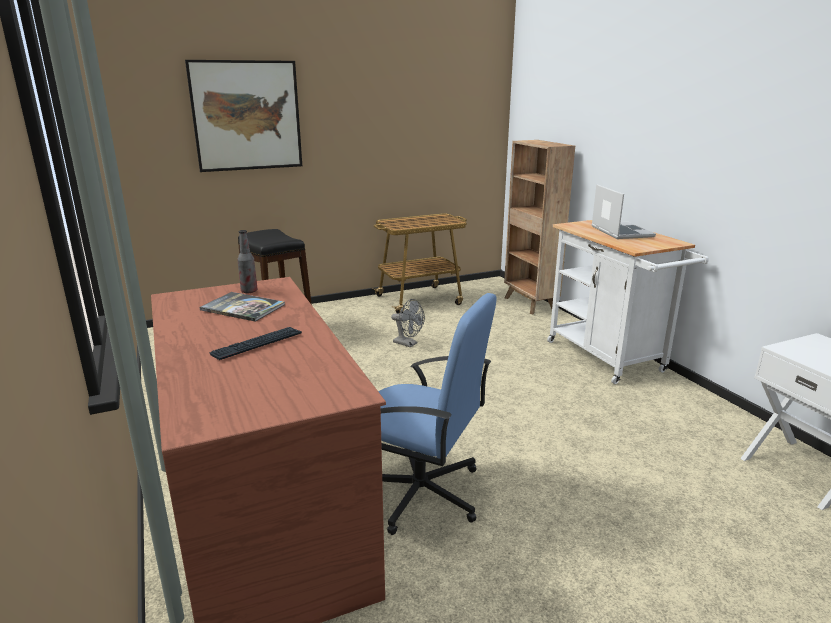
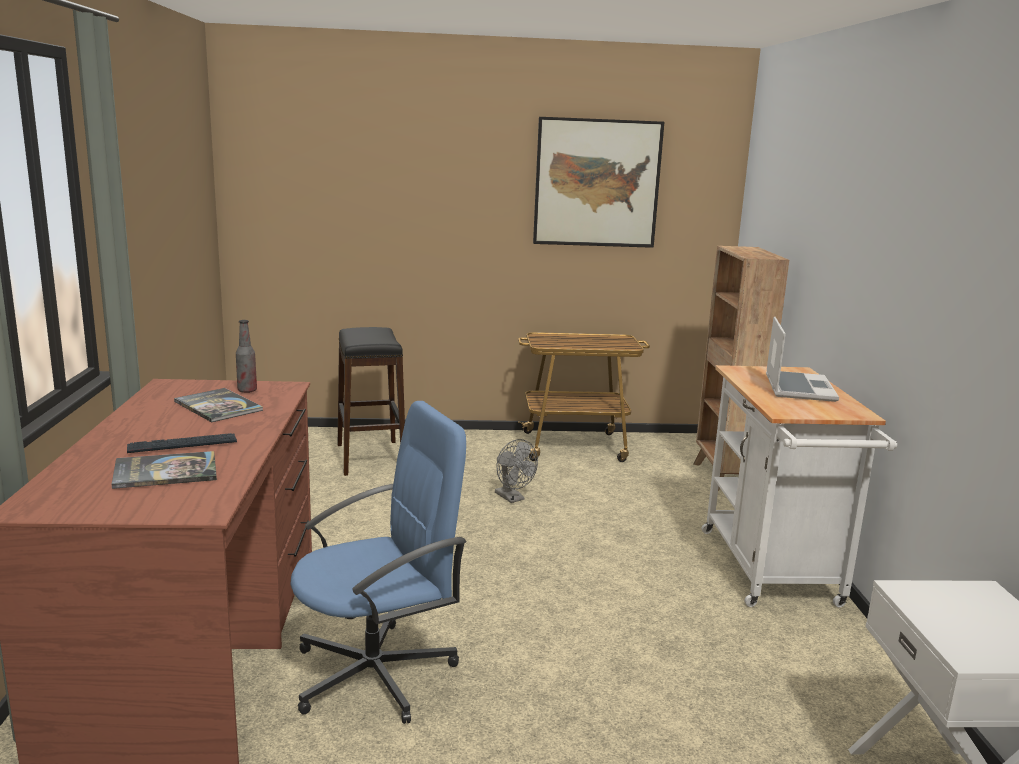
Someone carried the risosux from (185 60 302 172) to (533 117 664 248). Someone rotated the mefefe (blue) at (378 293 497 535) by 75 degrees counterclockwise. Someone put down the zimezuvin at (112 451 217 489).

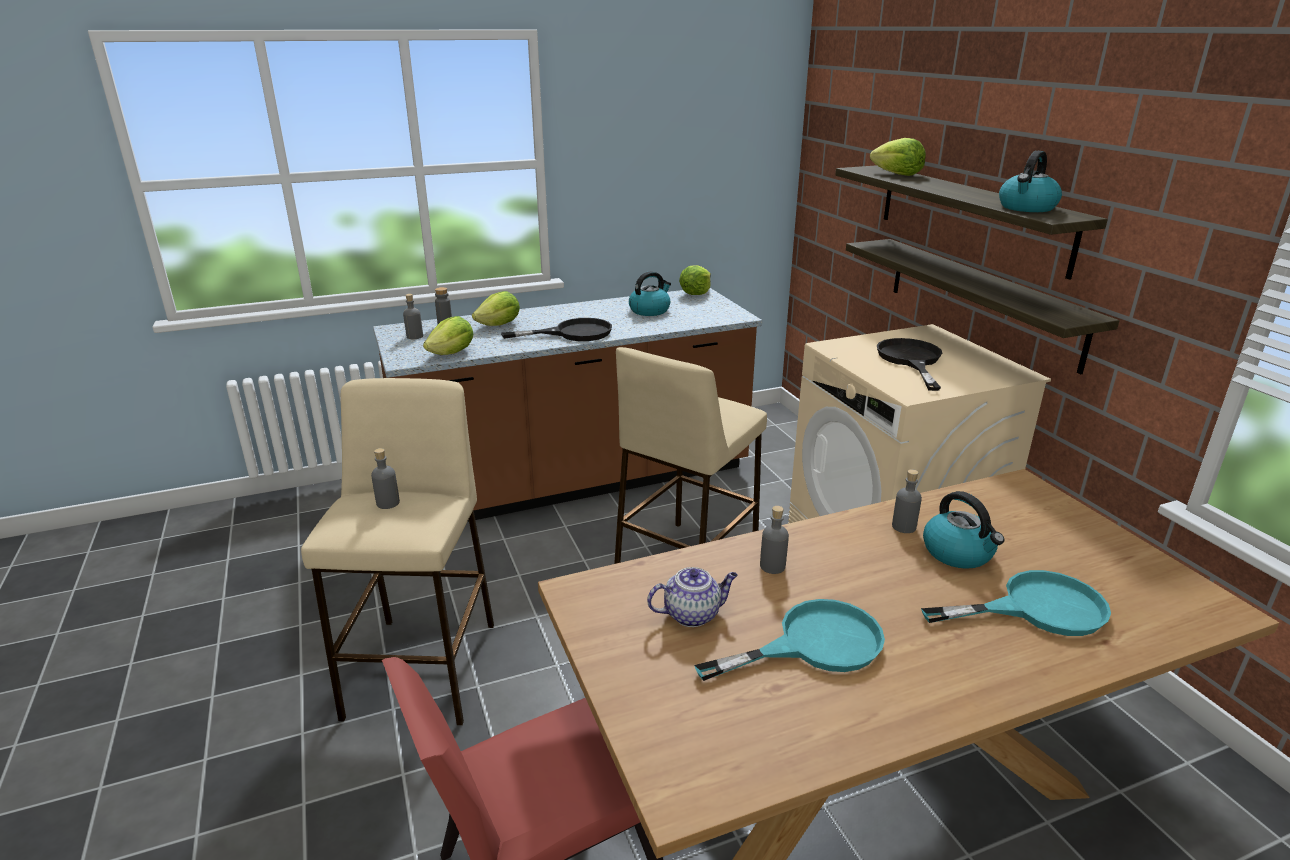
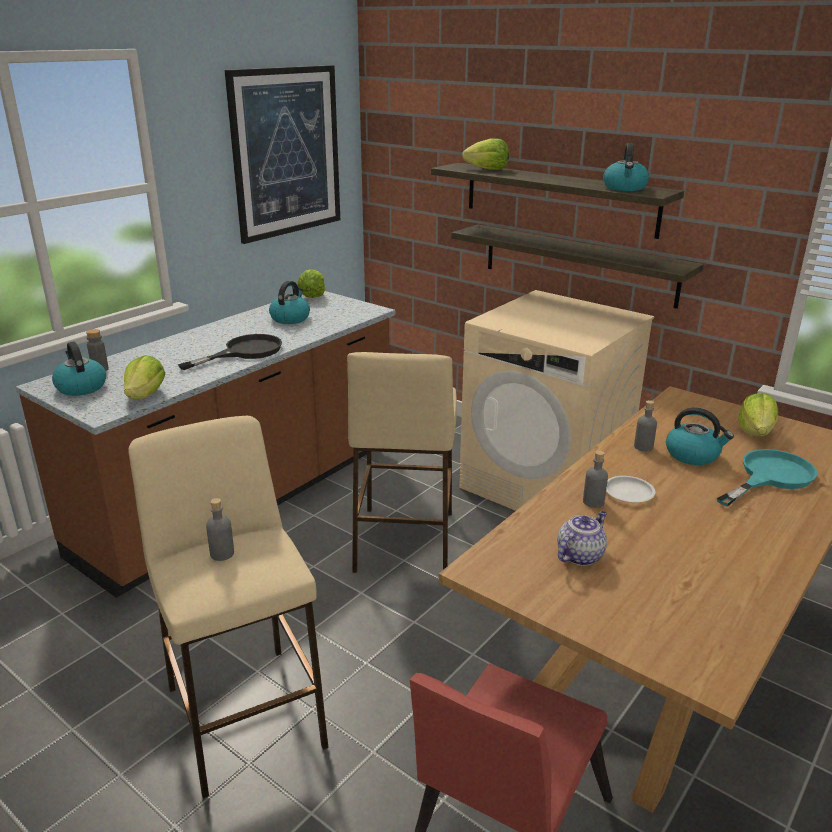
Someone carried the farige from (472 291 520 326) to (738 393 778 437). Someone swapped the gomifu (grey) at (403 294 423 339) for the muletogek at (52 341 106 396). Someone took away the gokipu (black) at (877 338 942 391). Someone took away the gokipu (turquoise) at (694 599 885 681). Someone put up the risosux at (224 65 340 244). Someone put down the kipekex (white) at (606 476 656 503).

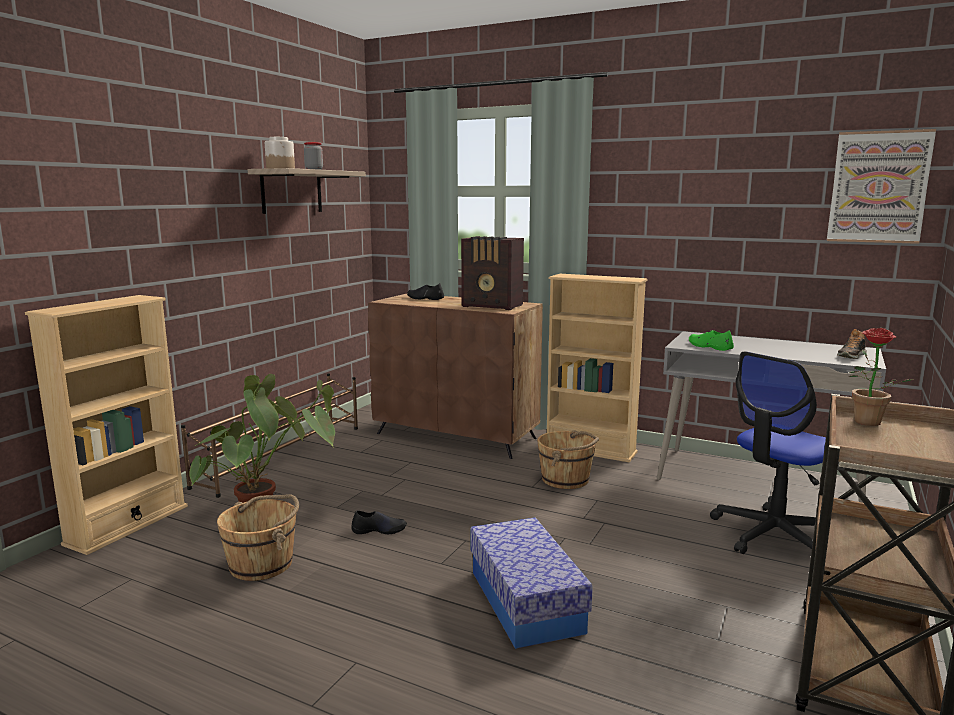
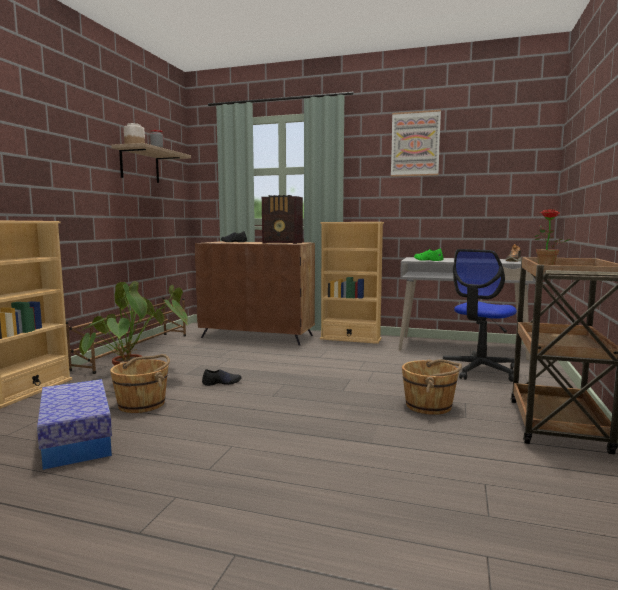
Someone carried the risosux from (827 129 936 244) to (391 110 441 177). Someone carried the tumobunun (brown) from (537 430 599 489) to (402 359 462 415). Someone carried the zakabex from (470 517 593 649) to (37 379 112 470).

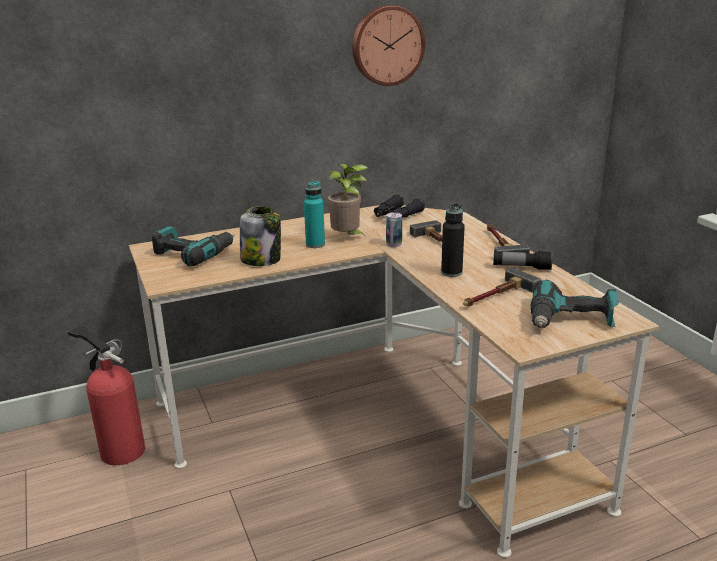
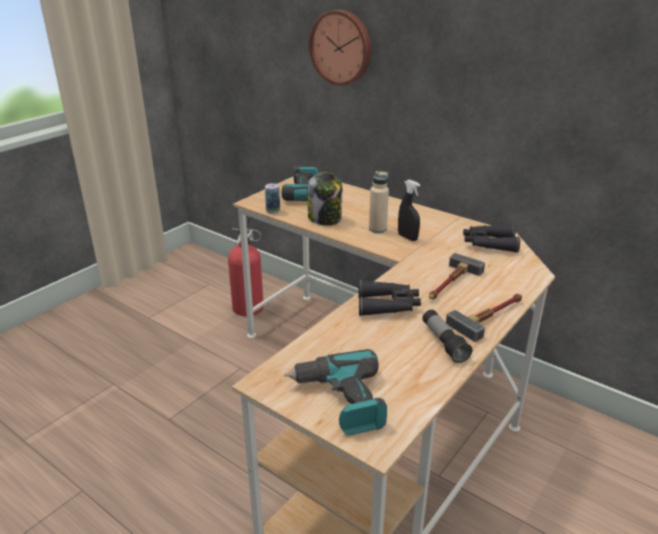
Someone carried the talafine from (352 5 425 86) to (309 10 371 86). Someone swapped the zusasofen at (328 164 368 237) for the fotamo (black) at (398 180 420 241). Someone repainted the gomifu (turquoise) at (304 181 325 248), which became the gomifu (beige) at (369 171 389 233). Someone swapped the gomifu (black) at (441 203 465 277) for the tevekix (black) at (358 280 421 316). Someone carried the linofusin from (386 212 402 247) to (265 183 280 214). Someone took away the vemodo at (463 268 541 307).

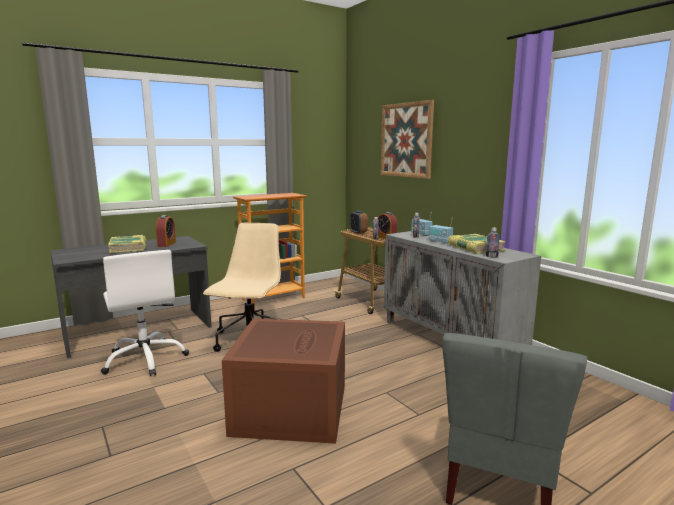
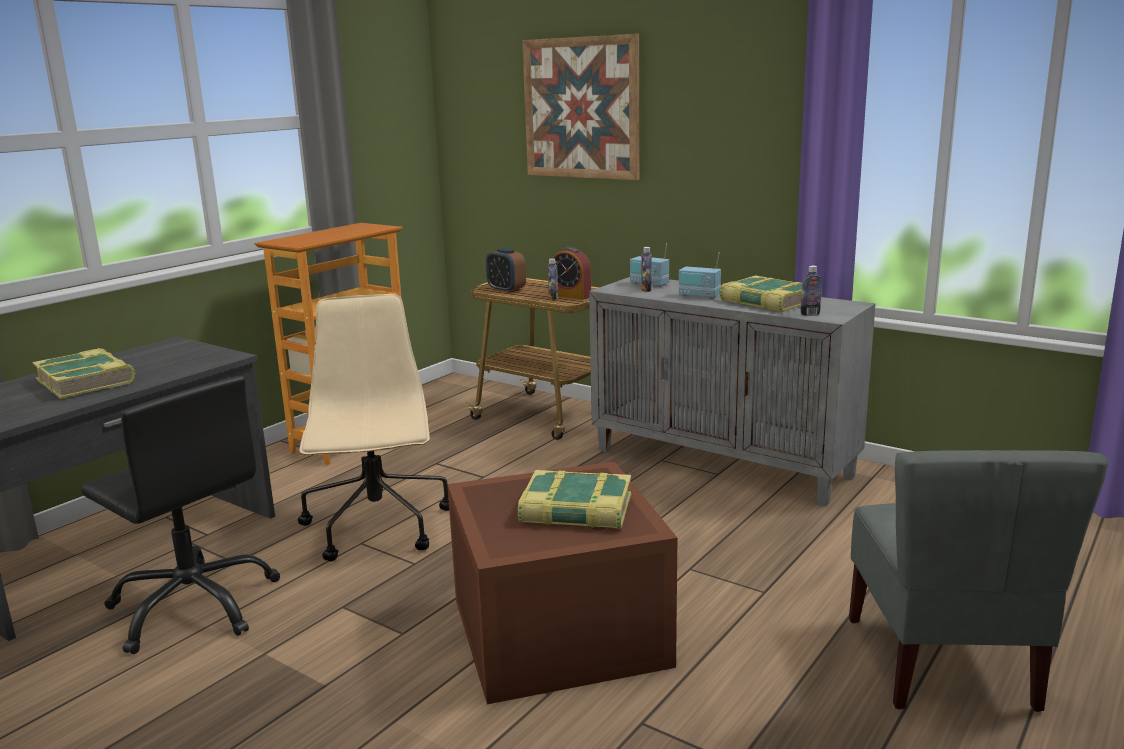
Someone took away the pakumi at (156 215 176 247). Someone repainted the mefefe (white) at (101 250 189 376), which became the mefefe (black) at (81 376 280 654). Someone put down the zimezuvin at (518 470 631 529).

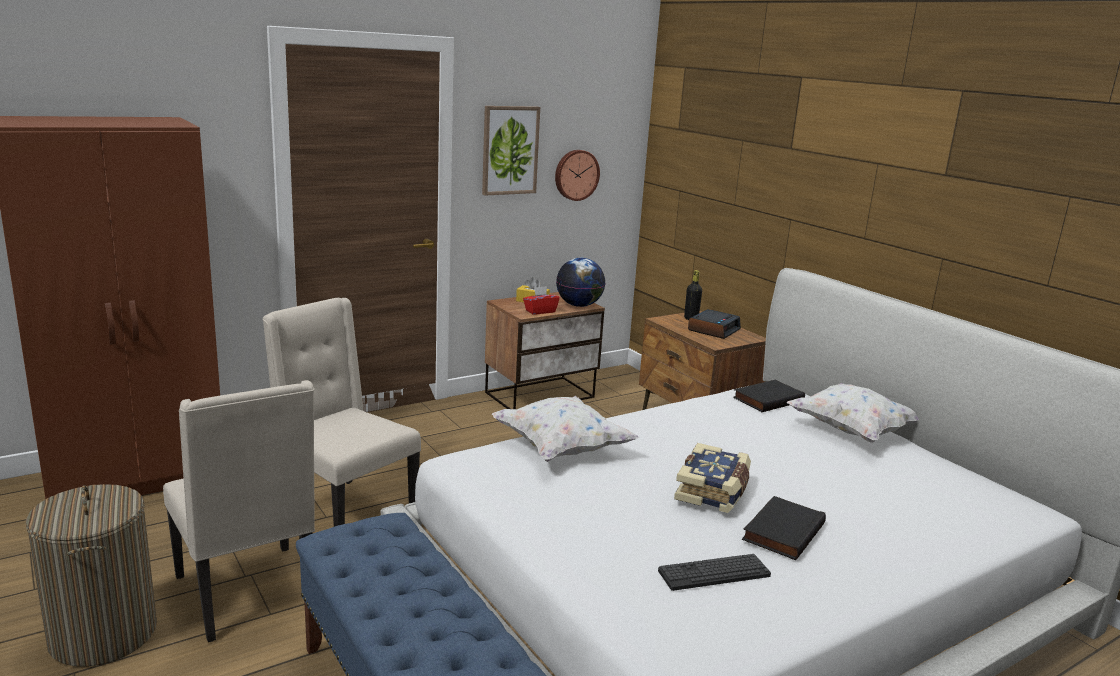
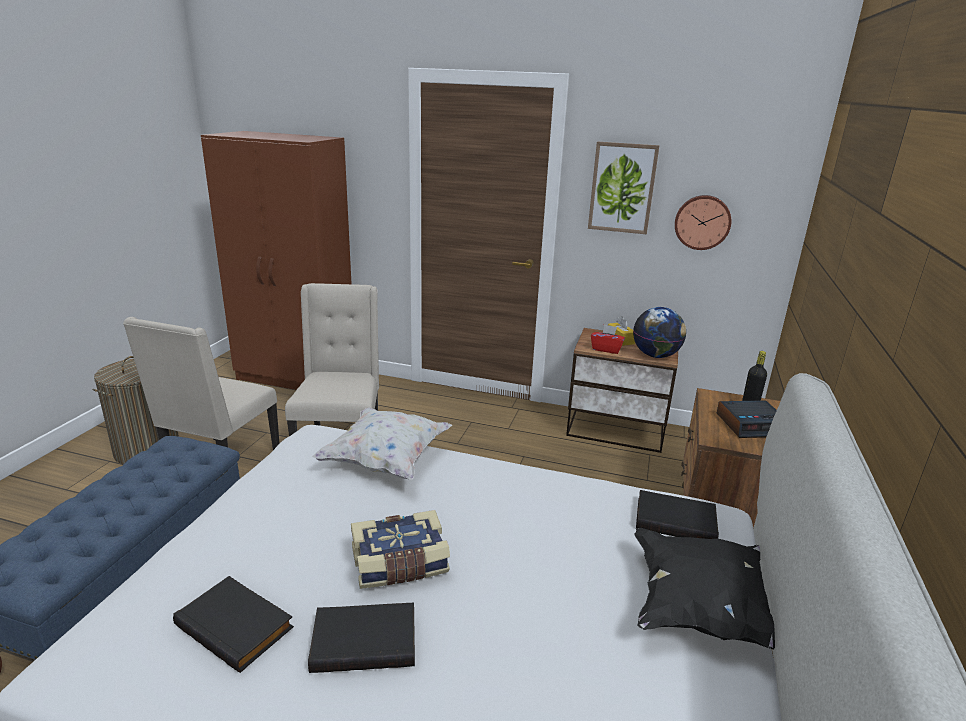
Someone repainted the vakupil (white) at (787 383 919 443), which became the vakupil (black) at (634 528 775 649). Someone swapped the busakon at (658 554 771 591) for the zimezuvin (black) at (173 576 294 673).

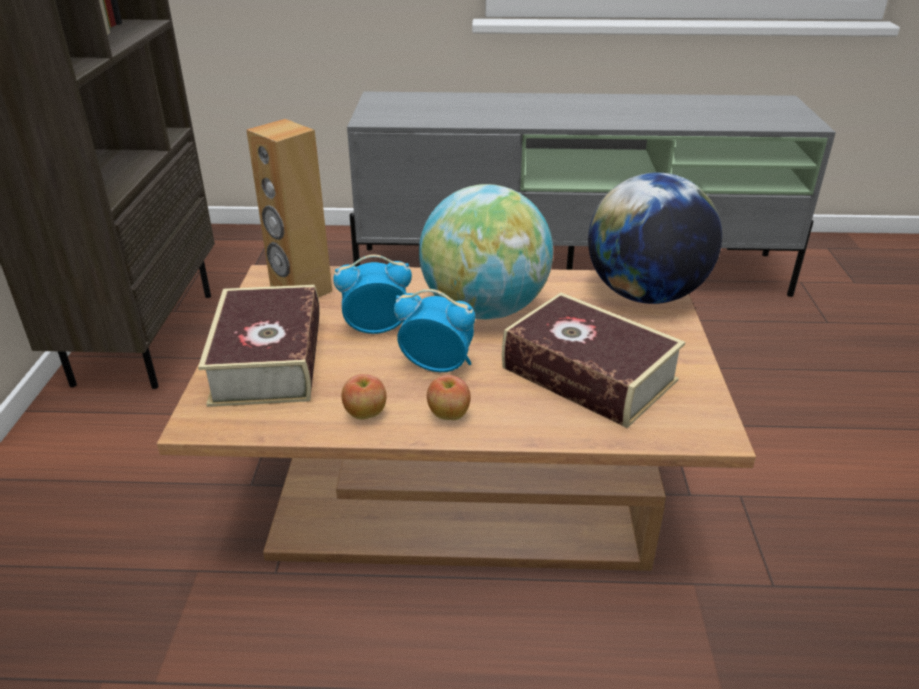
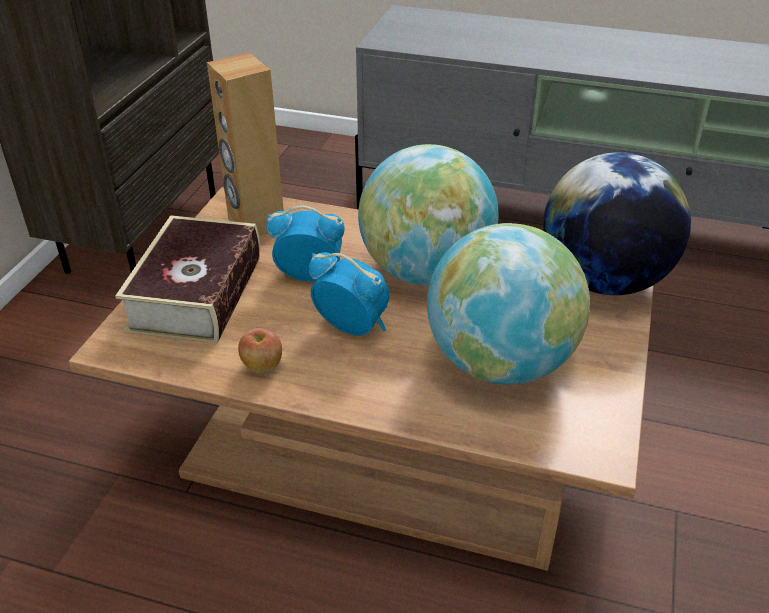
Someone swapped the zimezuvin at (502 292 685 428) for the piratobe at (427 223 590 385). Someone took away the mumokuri at (427 375 471 420).

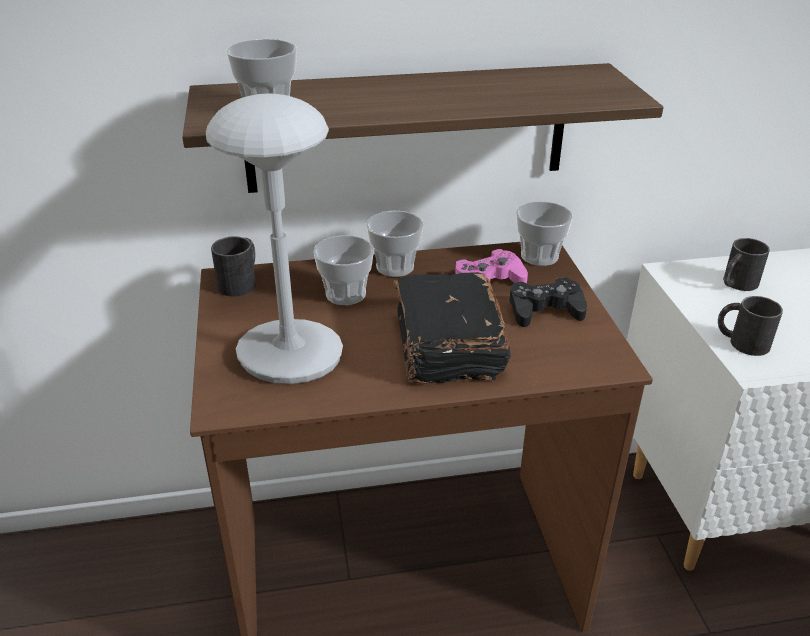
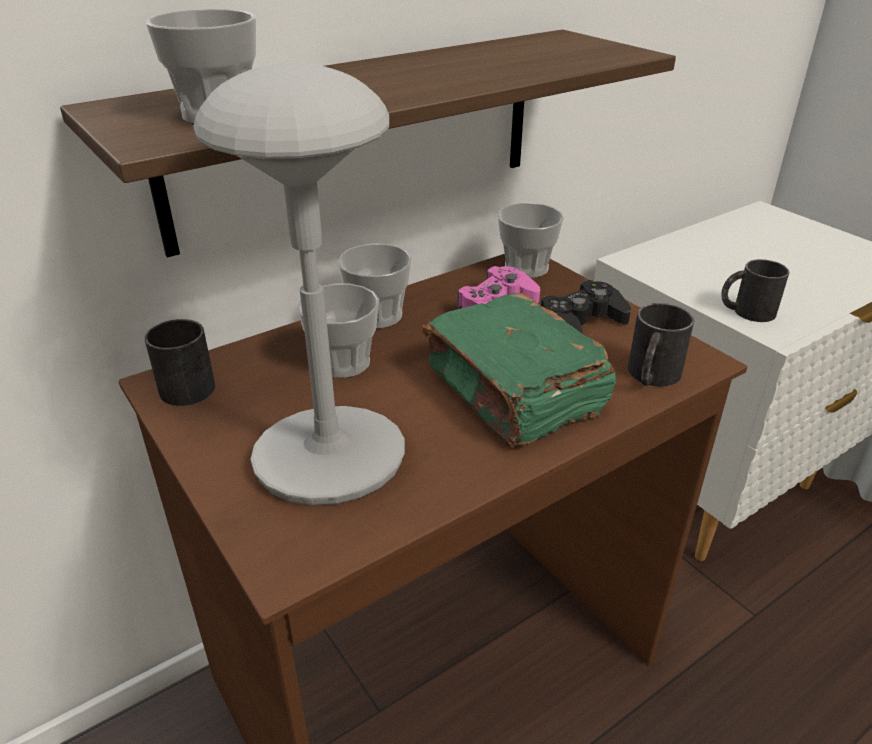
Someone carried the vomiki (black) from (723 238 770 291) to (628 303 694 387). Someone repainted the zimezuvin (black) at (394 272 511 384), which became the zimezuvin (green) at (422 293 616 447).

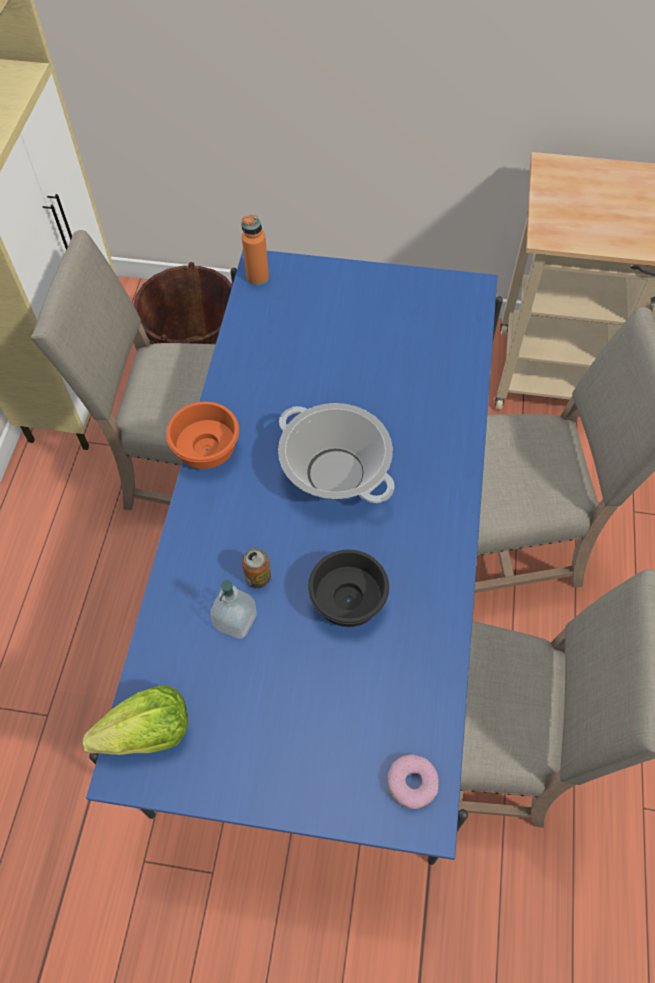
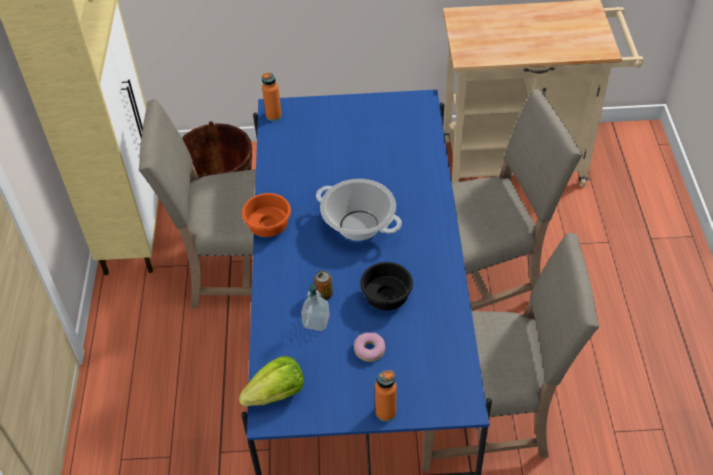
Someone carried the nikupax from (387 754 439 809) to (354 332 386 362). Someone put down the gomifu (orange) at (375 370 396 422).

